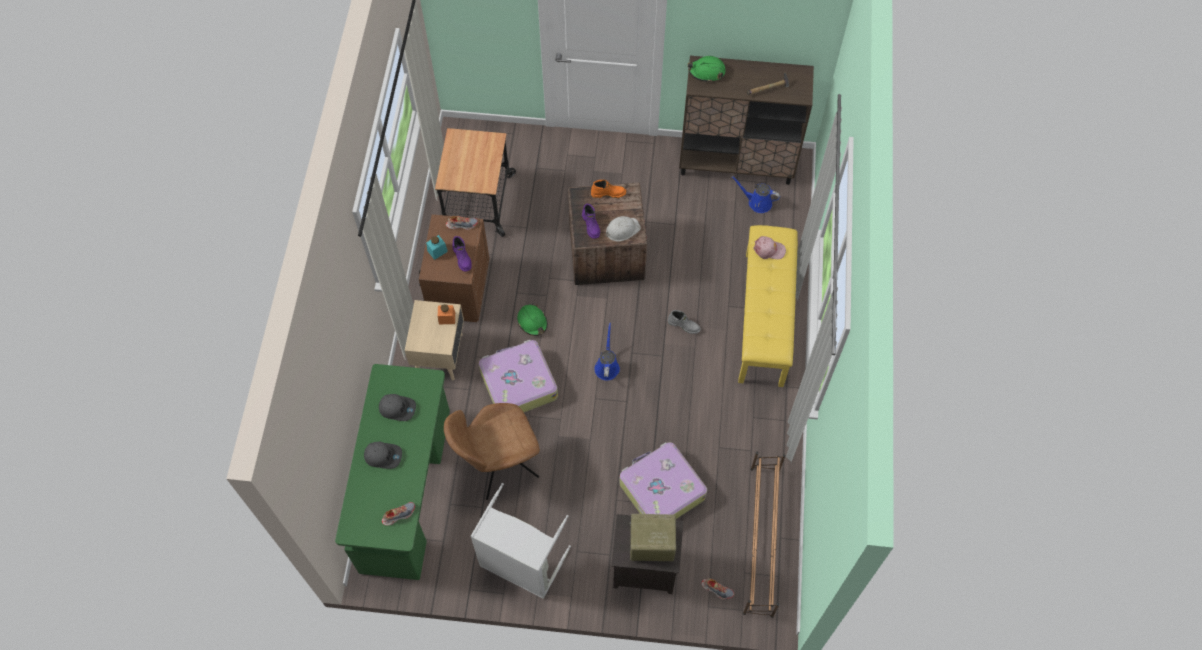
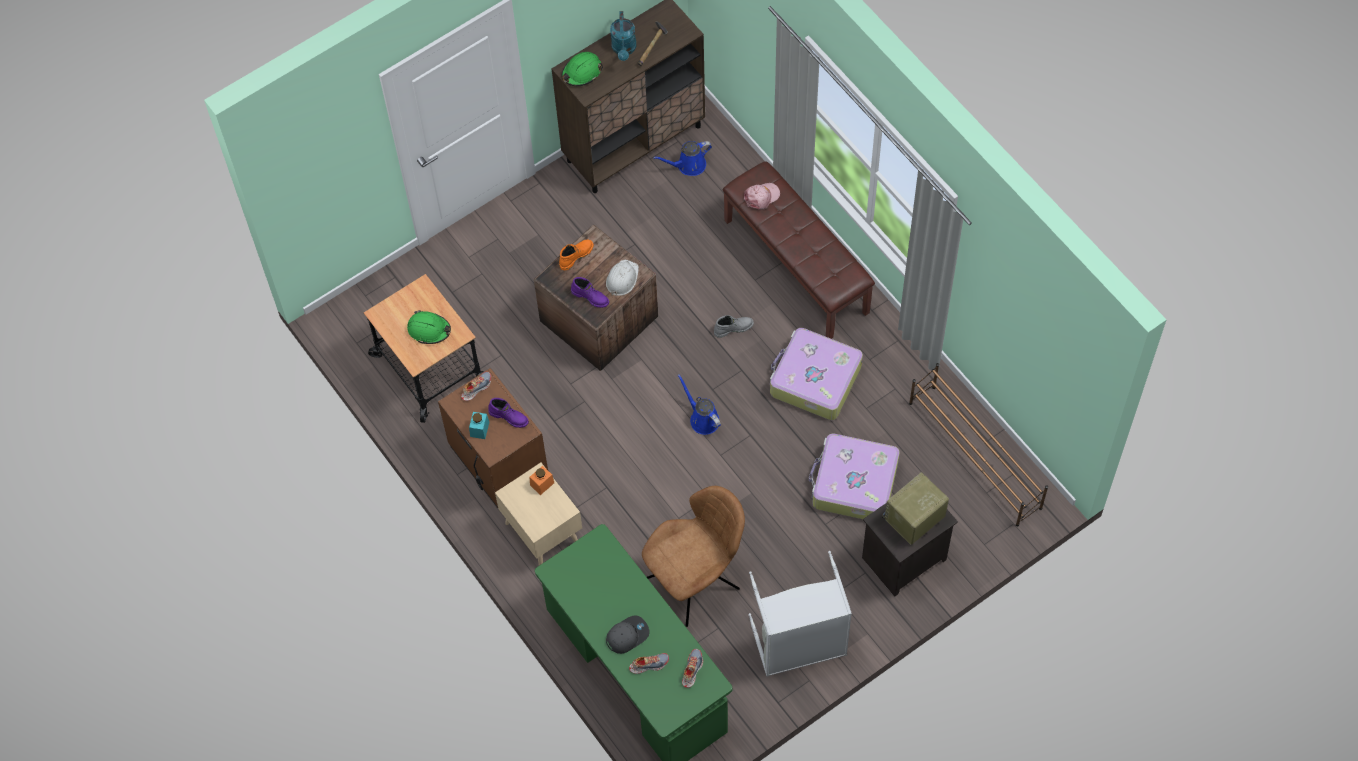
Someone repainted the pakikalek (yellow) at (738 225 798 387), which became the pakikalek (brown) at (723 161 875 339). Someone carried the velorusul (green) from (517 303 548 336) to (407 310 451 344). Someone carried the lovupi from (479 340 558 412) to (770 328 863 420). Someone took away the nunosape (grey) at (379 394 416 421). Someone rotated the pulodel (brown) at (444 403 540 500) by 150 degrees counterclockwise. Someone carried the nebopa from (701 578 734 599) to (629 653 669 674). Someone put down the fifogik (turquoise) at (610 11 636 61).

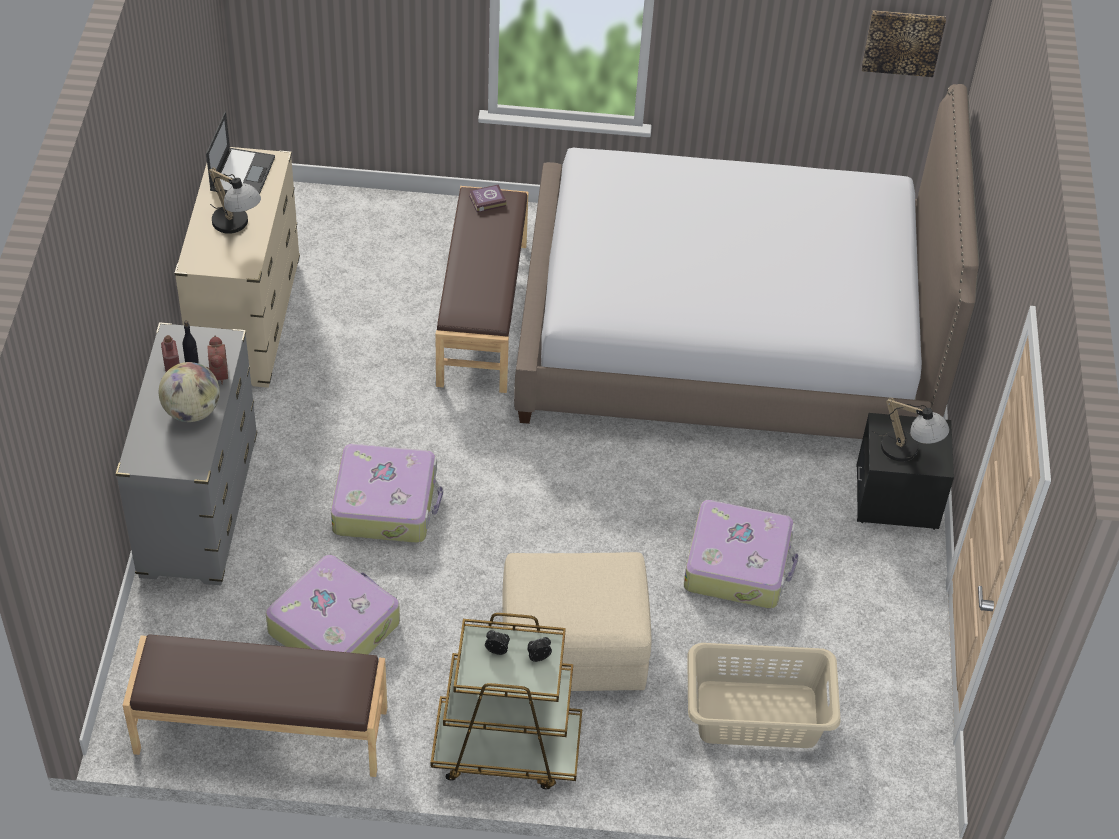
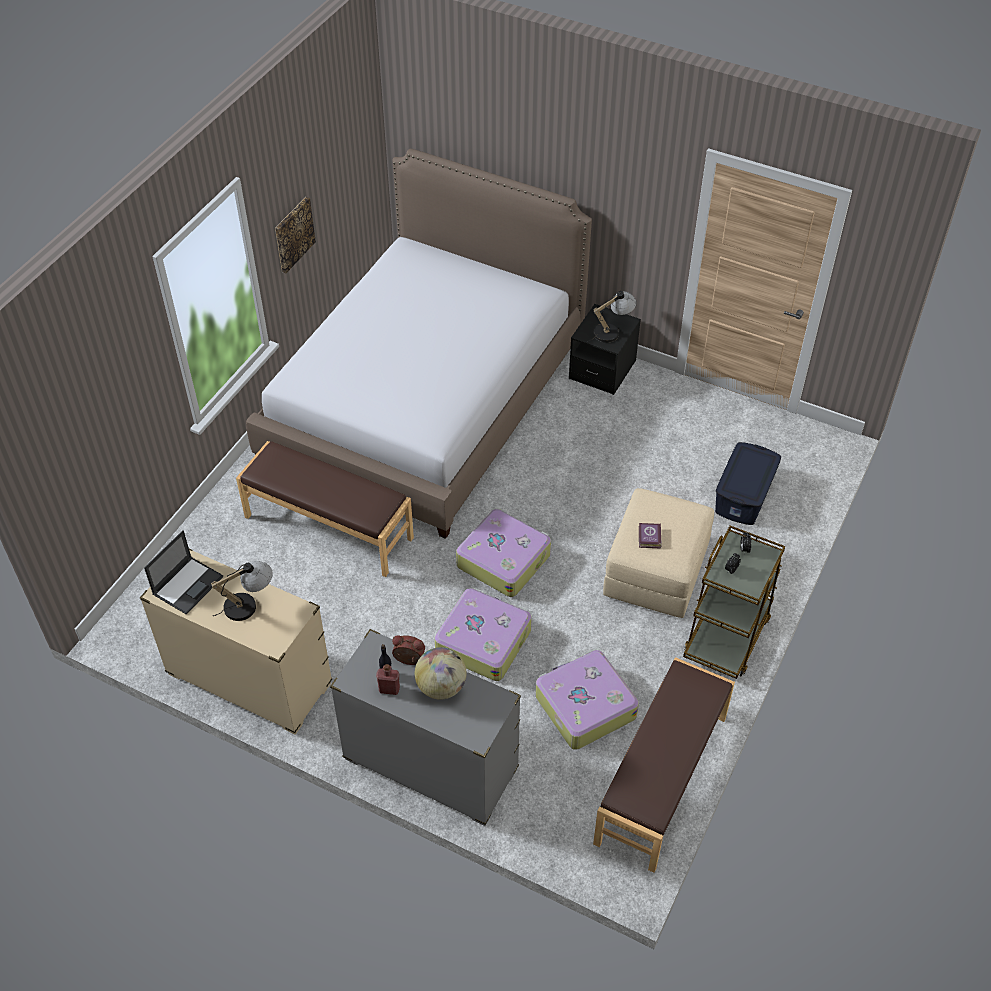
Someone carried the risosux from (862 10 946 77) to (275 197 316 273). Someone rotated the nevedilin at (206 112 275 194) by 90 degrees clockwise. Someone carried the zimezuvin from (469 184 506 212) to (639 523 662 549). Someone carried the lovupi from (684 500 799 608) to (456 509 551 597). Someone swapped the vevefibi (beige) at (687 643 841 748) for the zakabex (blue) at (715 442 781 525).

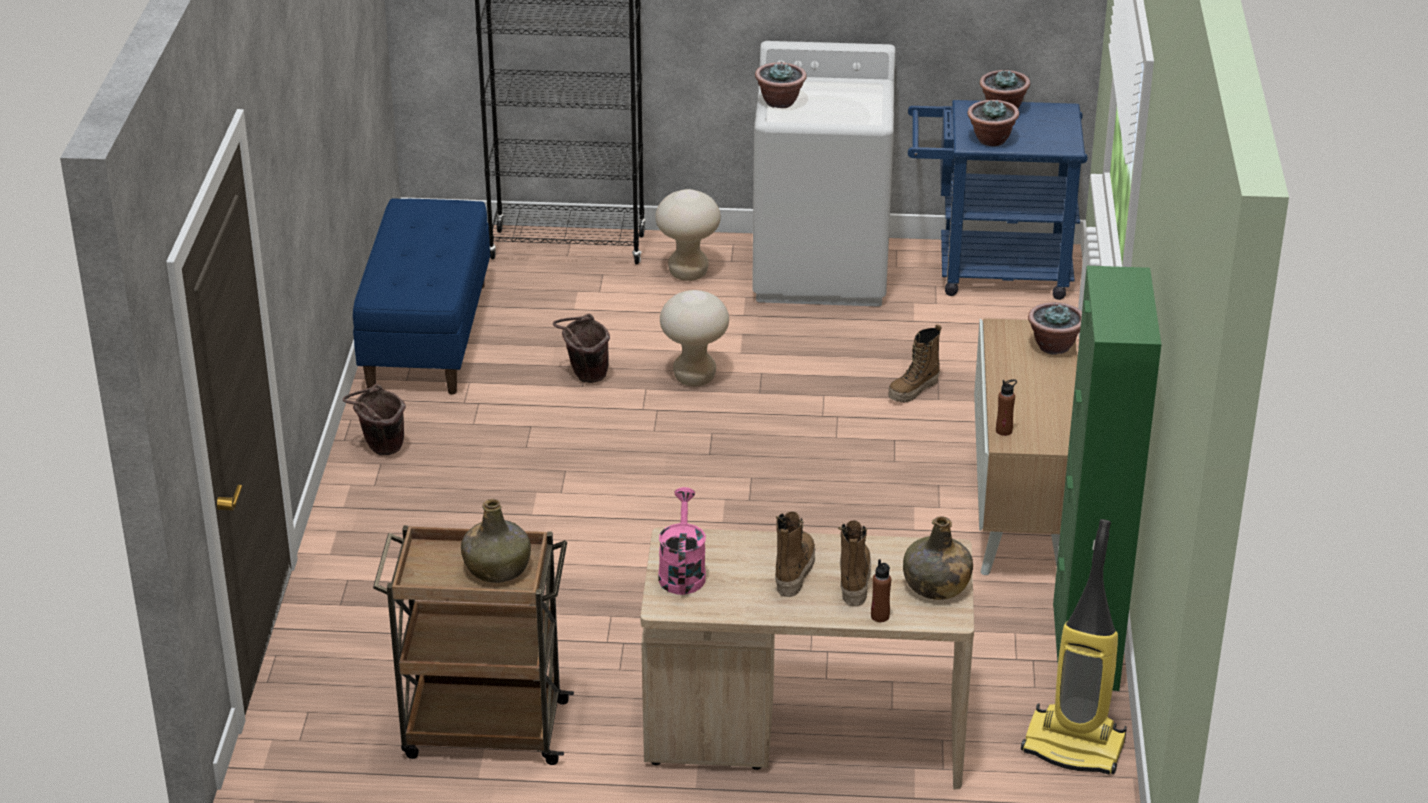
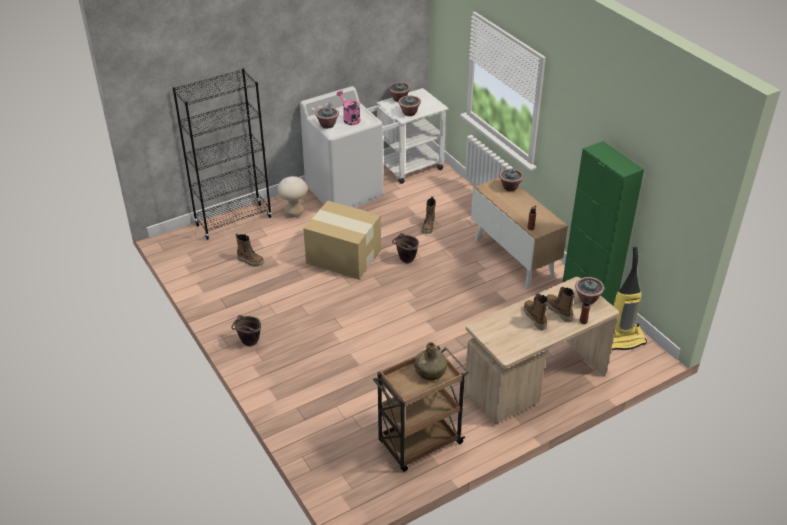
Someone repainted the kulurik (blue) at (908 100 1088 300), which became the kulurik (white) at (367 88 449 184). Someone took away the pakikalek (blue) at (353 199 490 394). Someone swapped the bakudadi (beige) at (660 290 729 386) for the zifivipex at (303 201 381 279). Someone carried the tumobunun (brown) from (553 314 610 383) to (392 233 419 263). Someone carried the fifogik (pink) from (658 487 706 595) to (336 90 361 125). Someone swapped the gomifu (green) at (903 516 973 600) for the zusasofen at (575 277 604 304). Someone put down the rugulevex at (236 233 264 267).

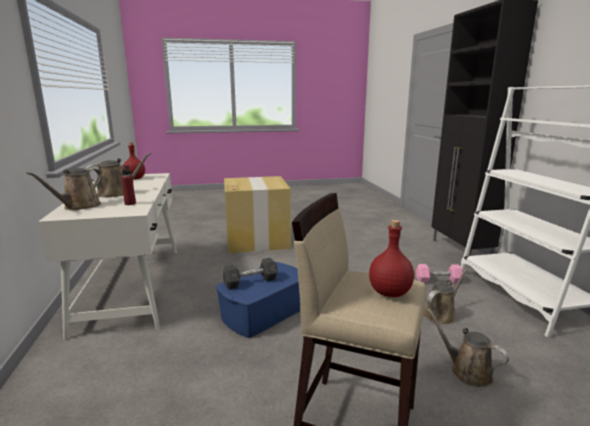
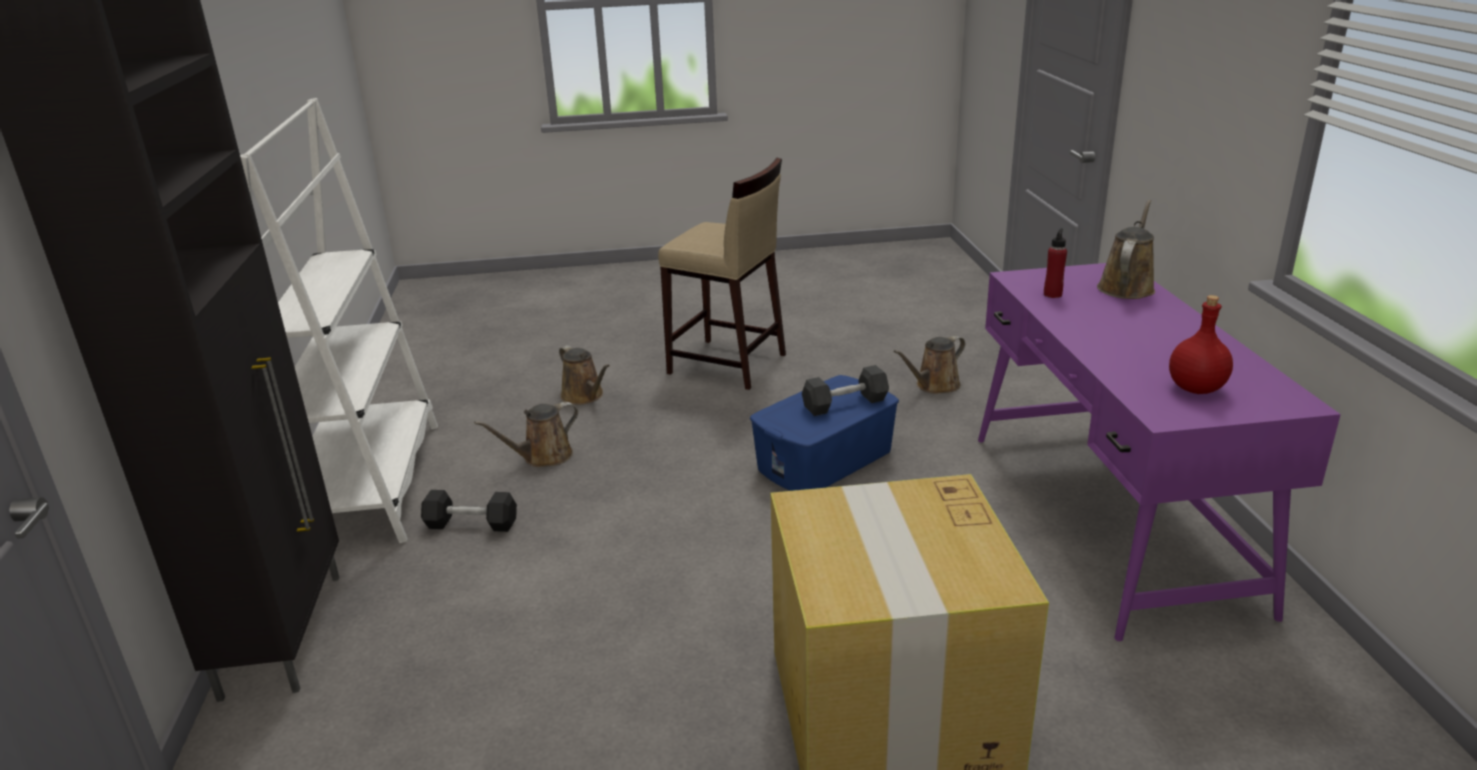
Someone carried the fifogik (brown) from (86 153 151 197) to (894 336 965 394). Someone repainted the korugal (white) at (38 173 177 340), which became the korugal (purple) at (978 263 1341 641). Someone took away the gomifu (red) at (369 220 414 297). Someone repainted the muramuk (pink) at (416 264 463 284), which became the muramuk (black) at (421 490 517 532).

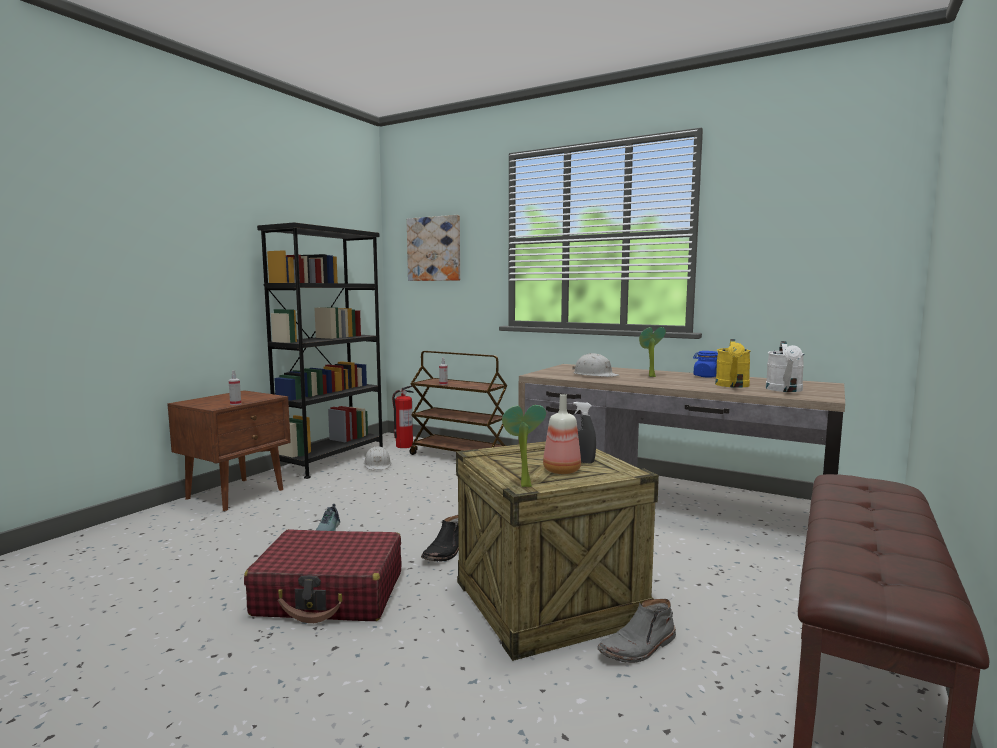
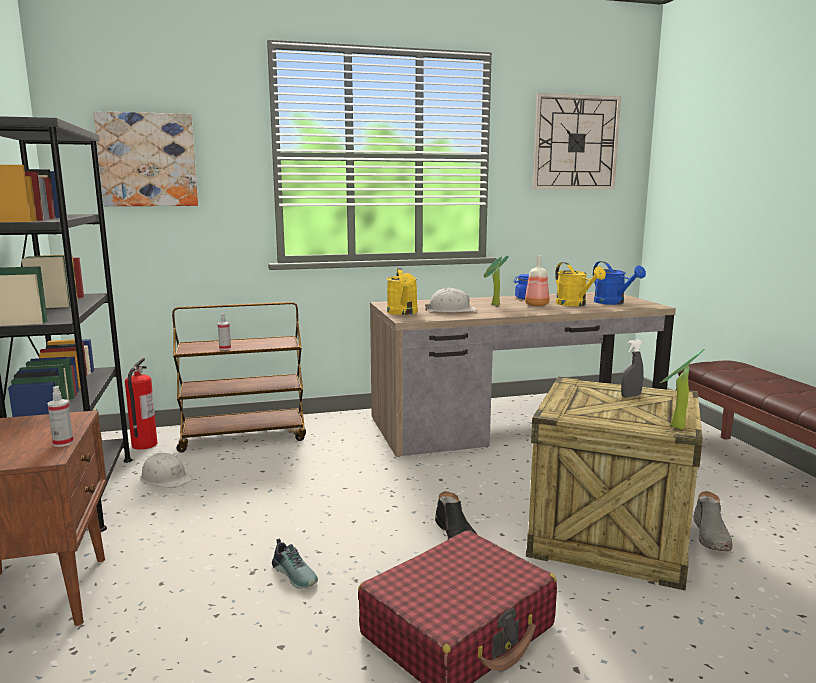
Someone repainted the fifogik (white) at (765 341 805 392), which became the fifogik (blue) at (593 261 646 305). Someone carried the gomifu from (543 394 581 474) to (525 256 549 306). Someone put up the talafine at (532 93 621 189). Someone put down the fifogik (yellow) at (387 267 418 315).

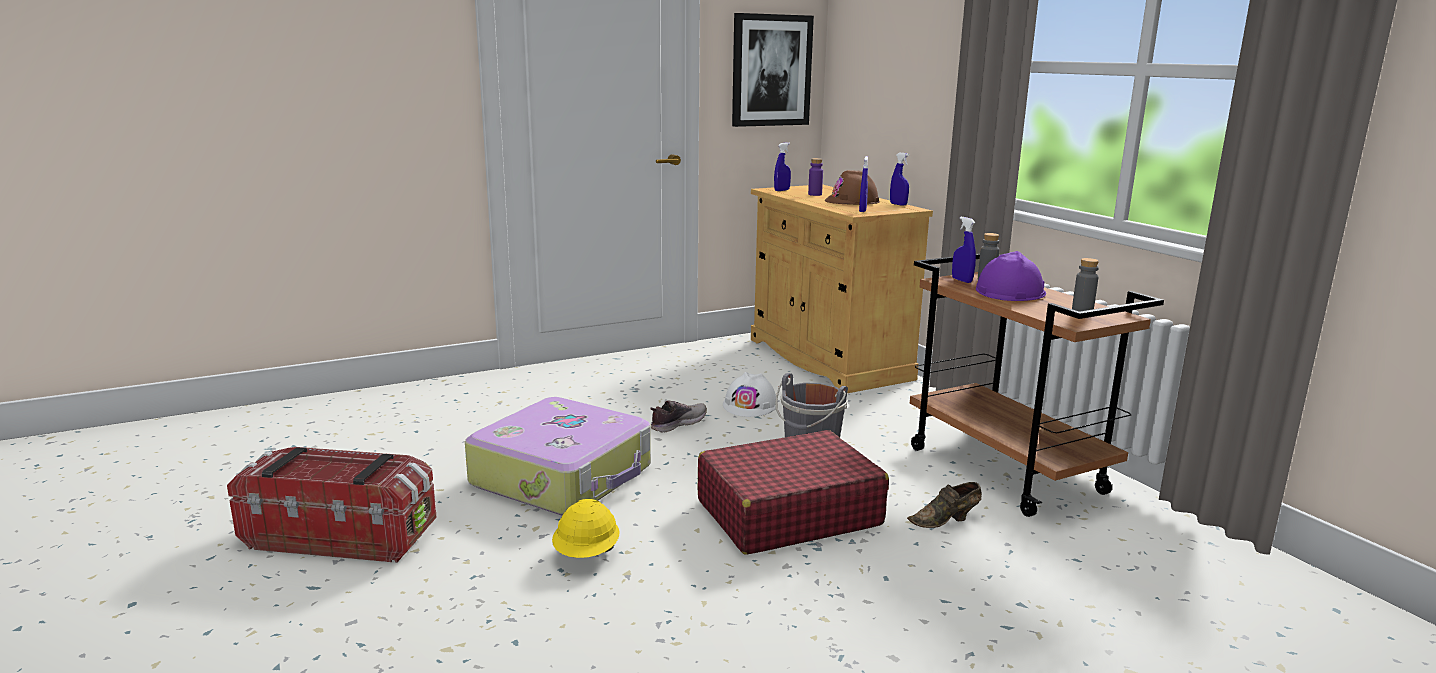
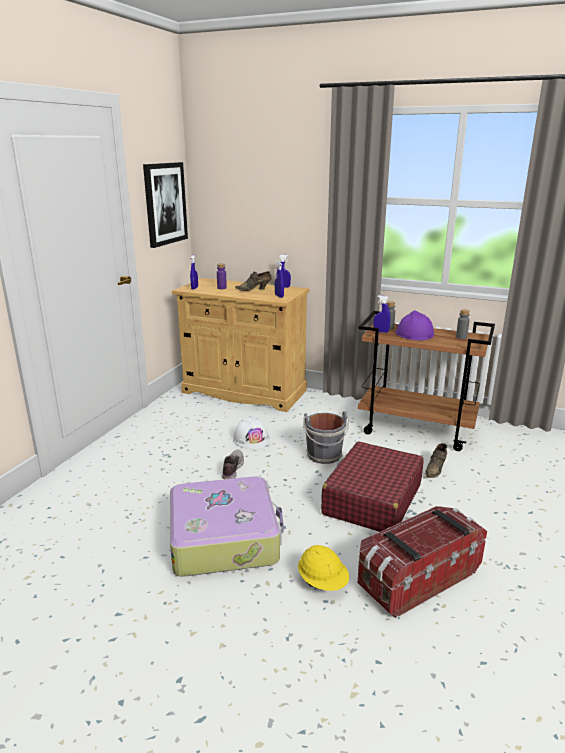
Someone swapped the velorusul (brown) at (824 170 880 205) for the nebopa (brown) at (235 271 272 291). Someone carried the zakabex from (227 447 437 563) to (358 506 487 618).

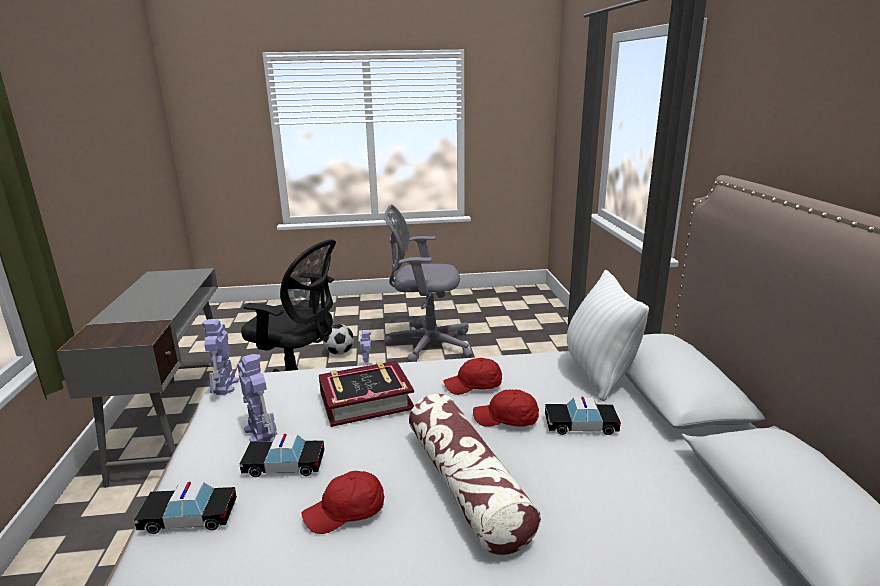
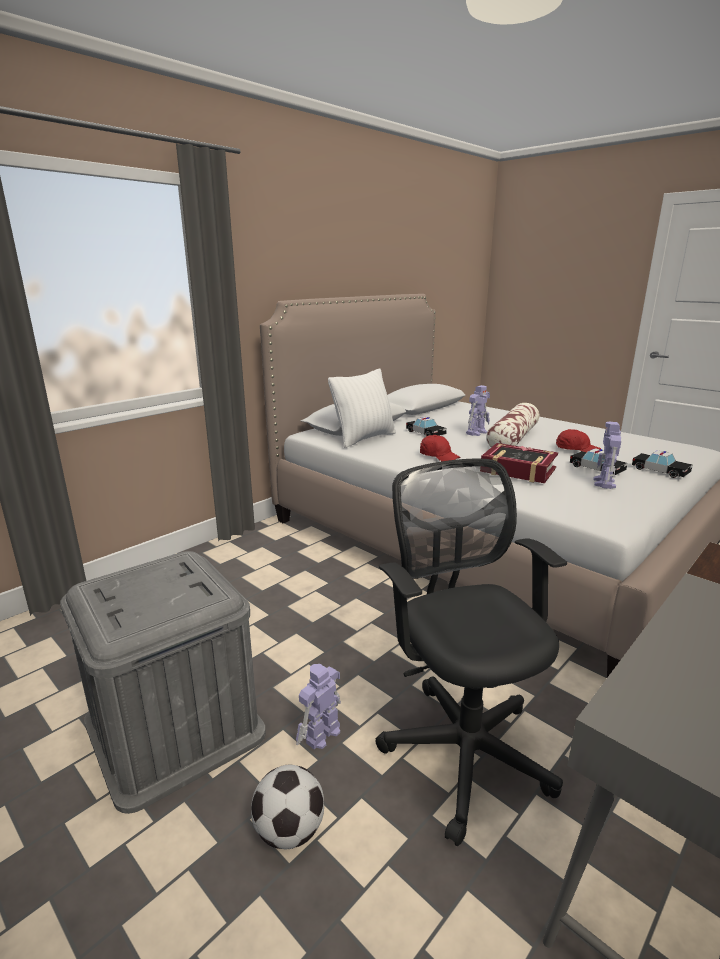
Someone swapped the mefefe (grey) at (384 204 472 362) for the zakabex (grey) at (60 551 266 814). Someone carried the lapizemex from (202 319 239 395) to (466 385 490 436). Someone took away the nunosape (red) at (473 389 539 427).

